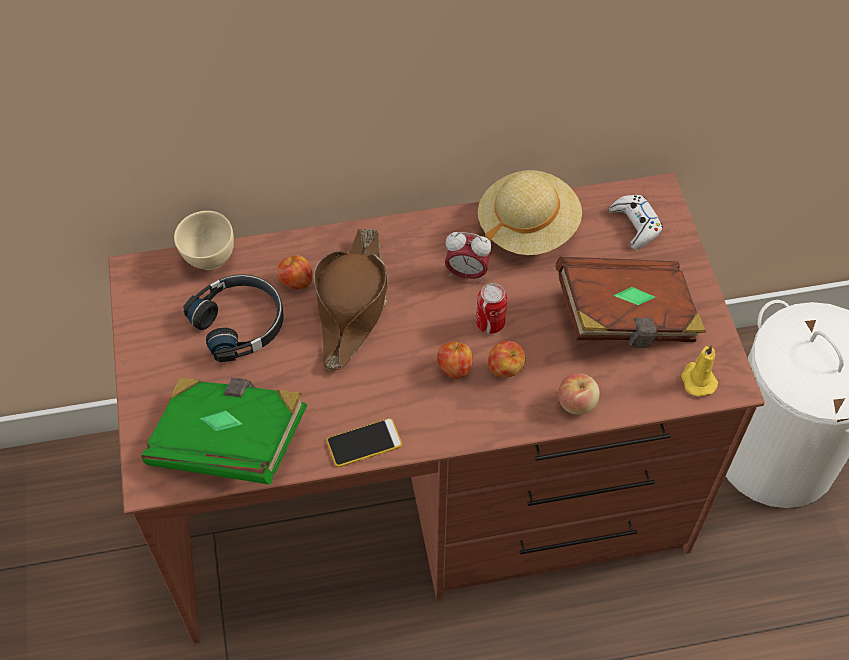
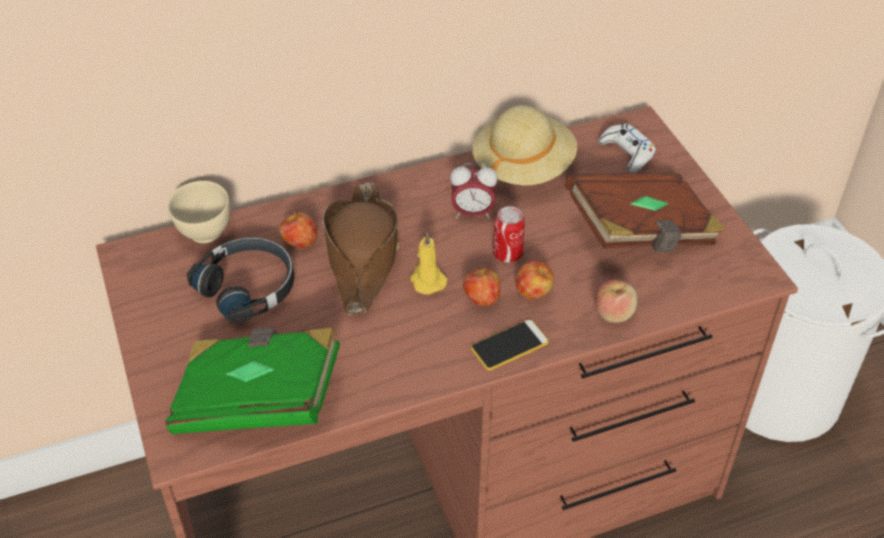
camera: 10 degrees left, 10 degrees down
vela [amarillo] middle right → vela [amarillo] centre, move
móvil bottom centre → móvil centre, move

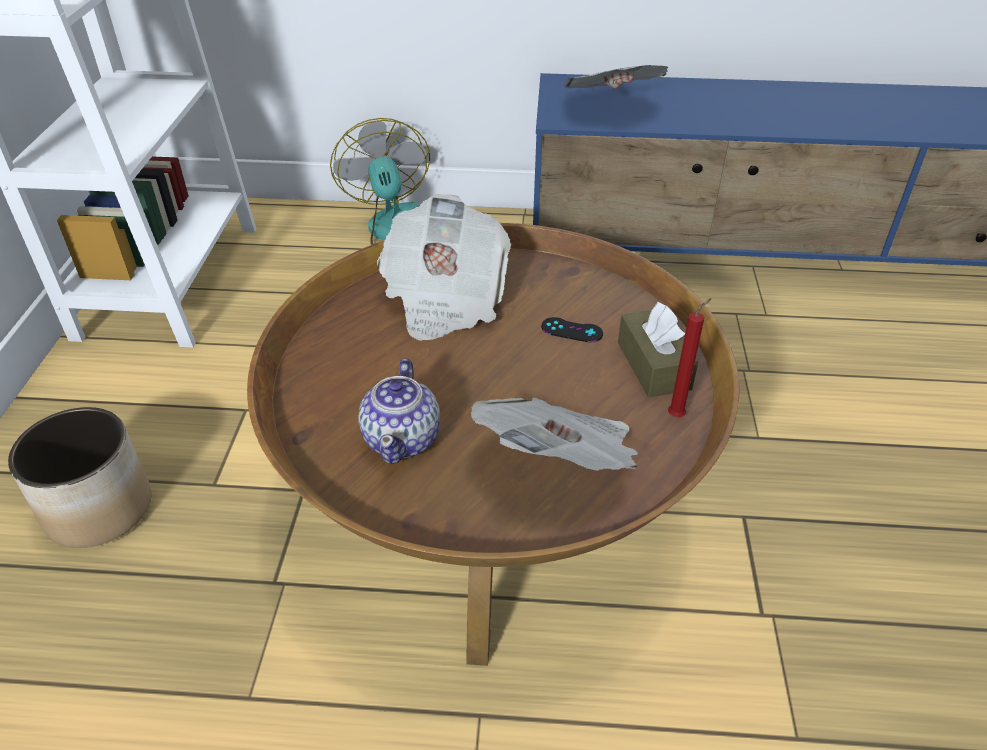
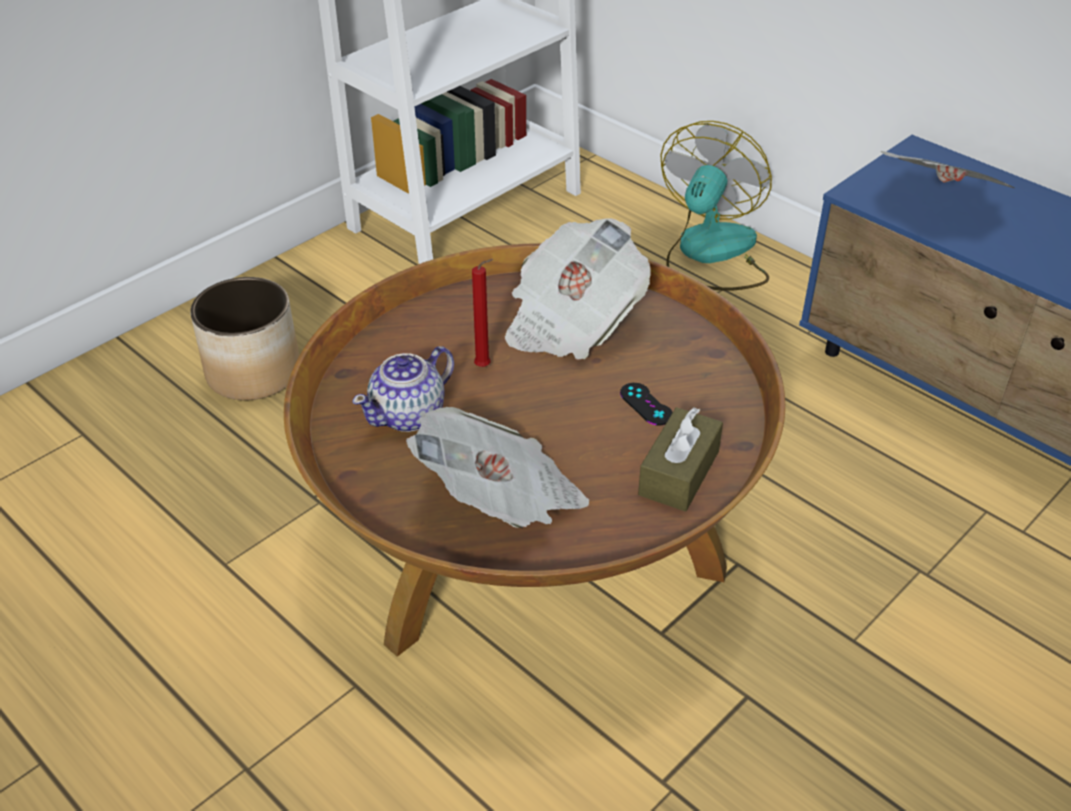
camera: 40 degrees right, 0 degrees up
vela [rojo] middle right → vela [rojo] centre, move

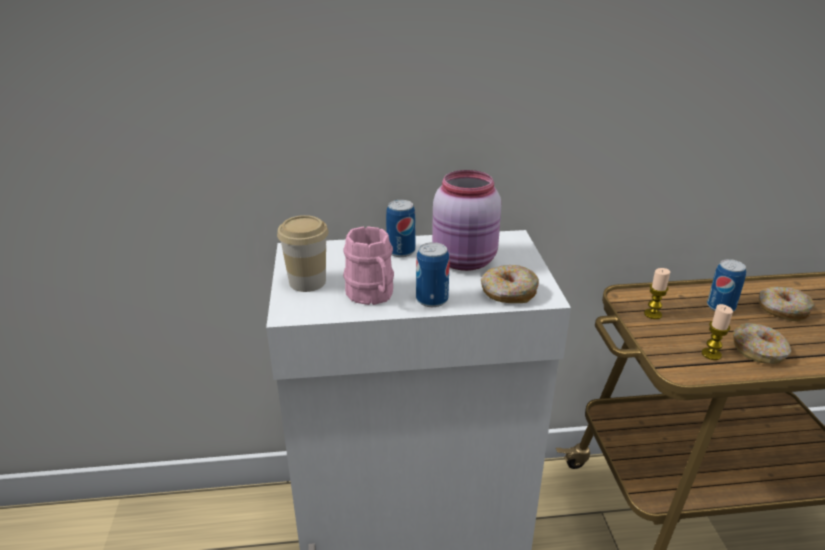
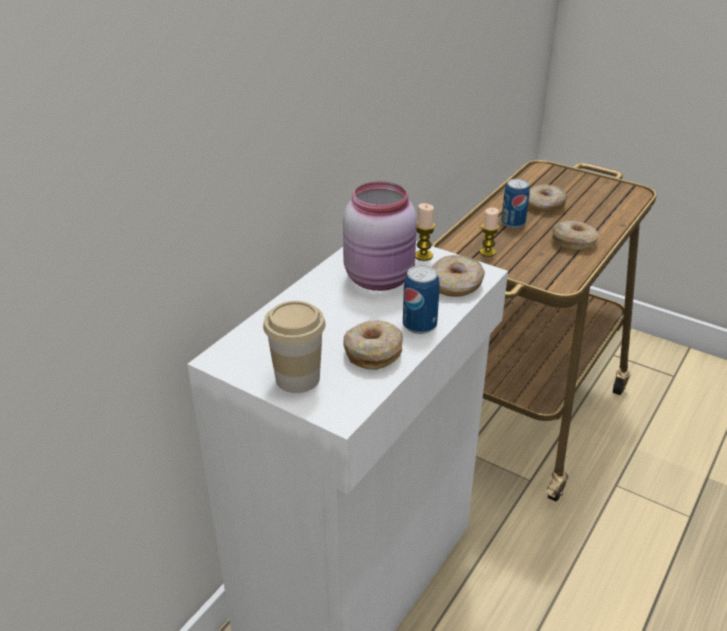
camera: 50 degrees left, 5 degrees up
taza grande [rosa] centre → rosquilla (1st from left) centre
vela (2nd from left in the first image) middle right → vela (1st from left) centre, move
lata (1st from left) centre → -

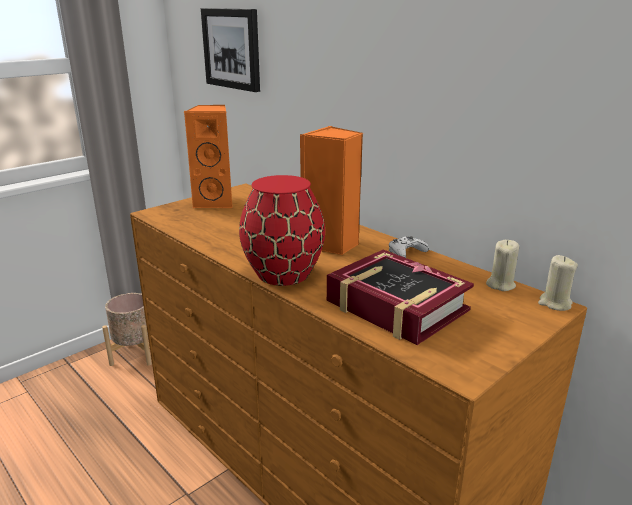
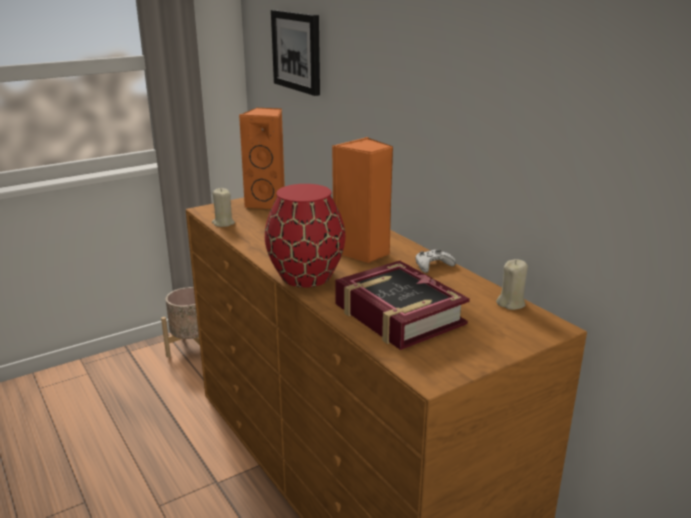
camera: 10 degrees right, 0 degrees up
vela [beis] (2nd from left in the first image) middle right → vela [beis] (1st from left) middle left, move

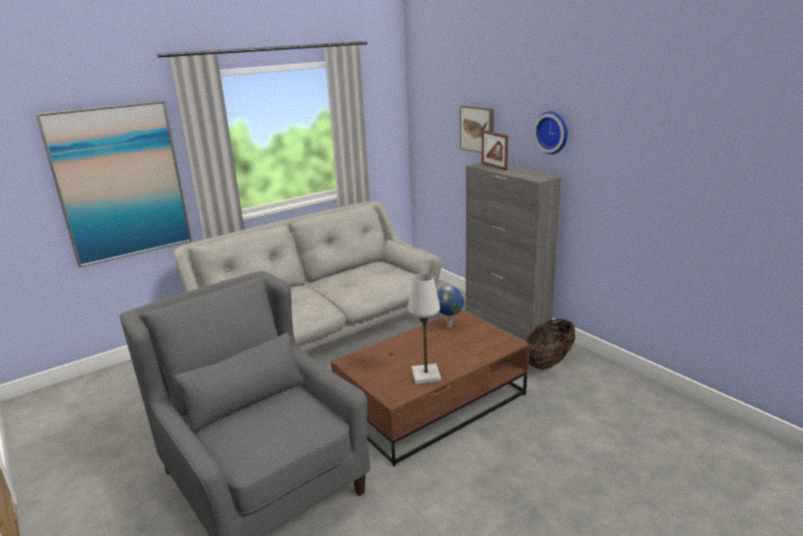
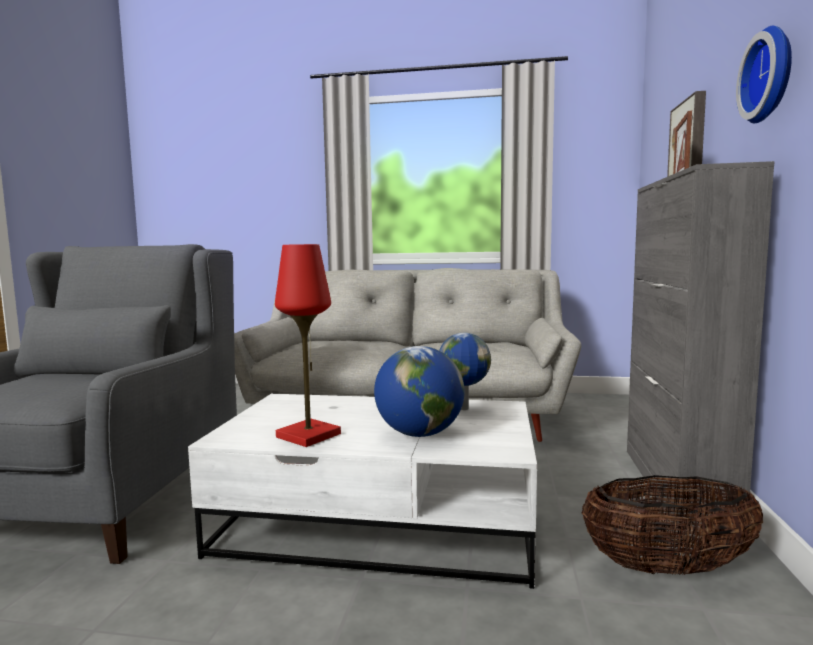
camera: 45 degrees right, 15 degrees down
mesa de centro [marrón] bottom centre → mesa de centro [blanco] bottom centre
lámpara de mesa [blanco] centre → lámpara de mesa [rojo] centre
- → globo terráqueo (1st from left) centre
cuadro (1st from left) middle left → -

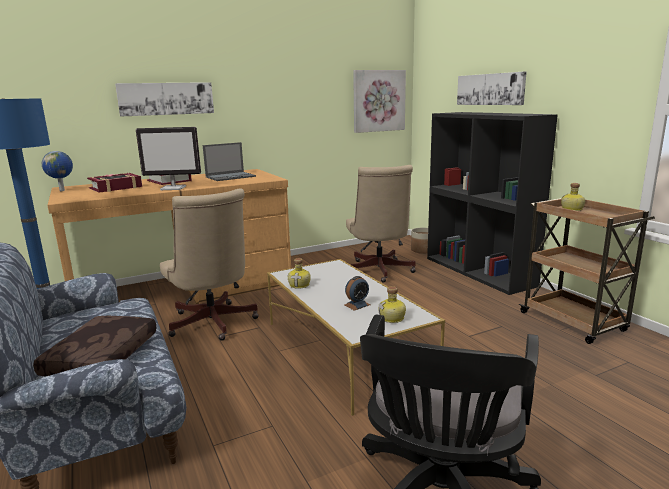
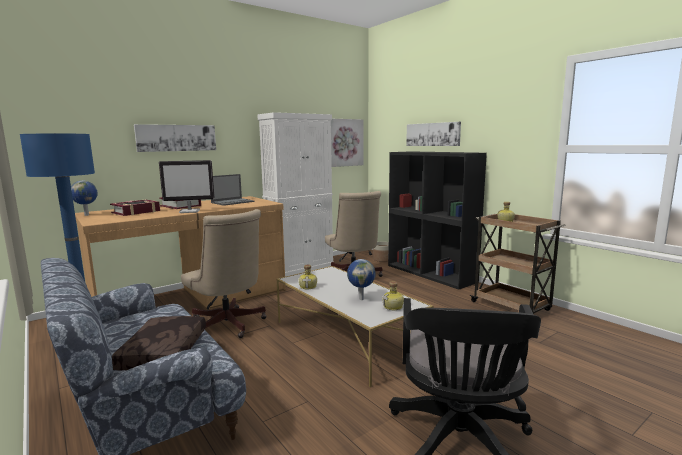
camera: 10 degrees left, 5 degrees down
- → armario [blanco] centre
despertador centre → globo terráqueo (2nd from left) centre

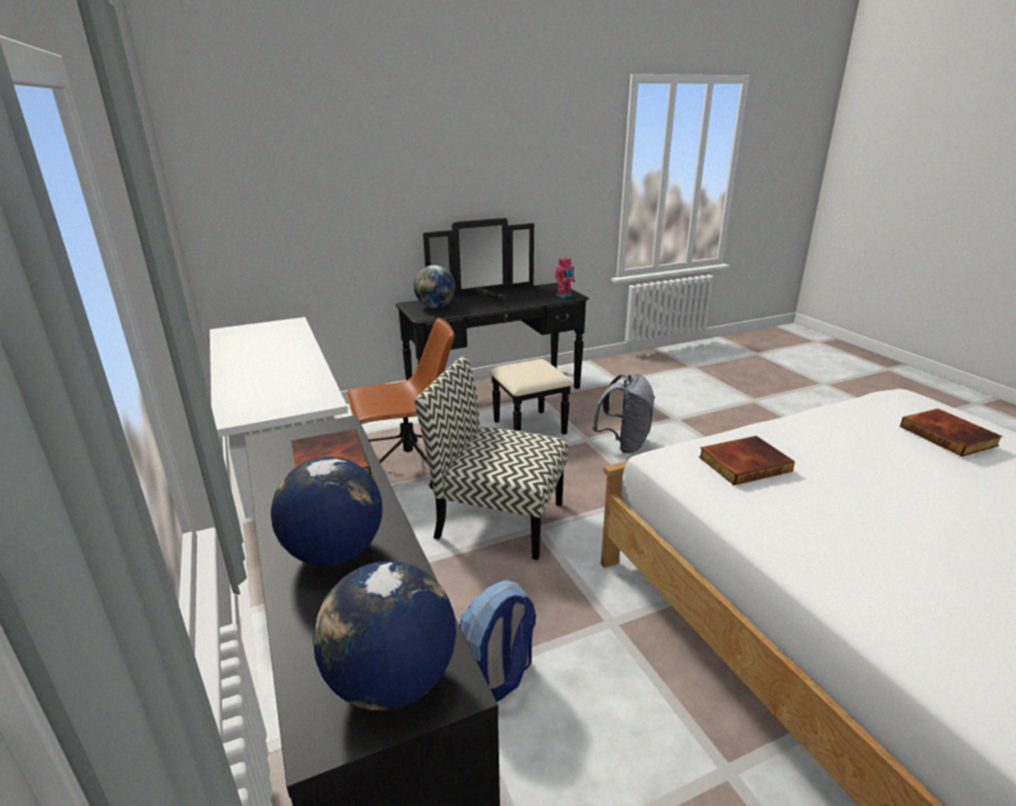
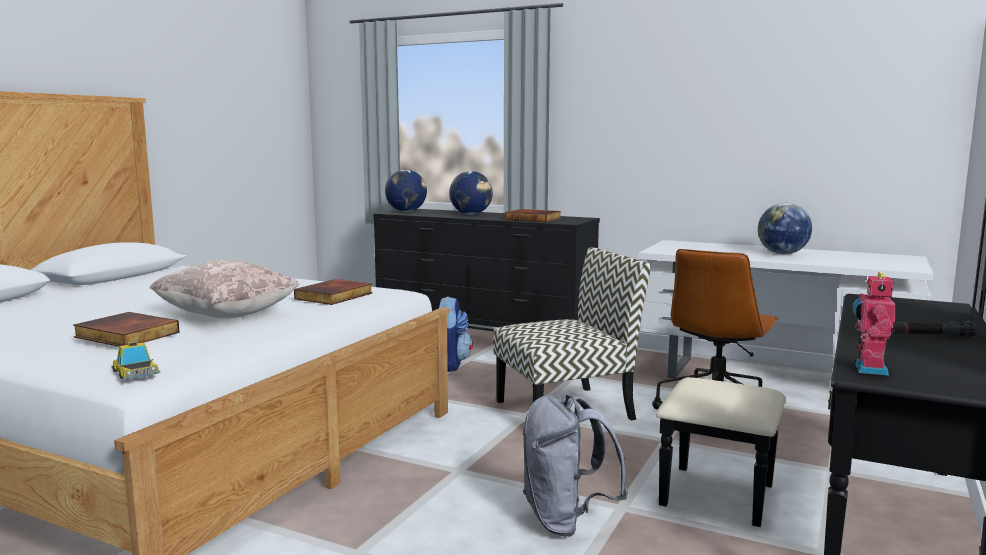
camera: 140 degrees right, 15 degrees down
- → coche de juguete middle left
- → cojín [beis] middle left
globo terráqueo (3rd from left) centre → globo terráqueo (3rd from left) middle right, move

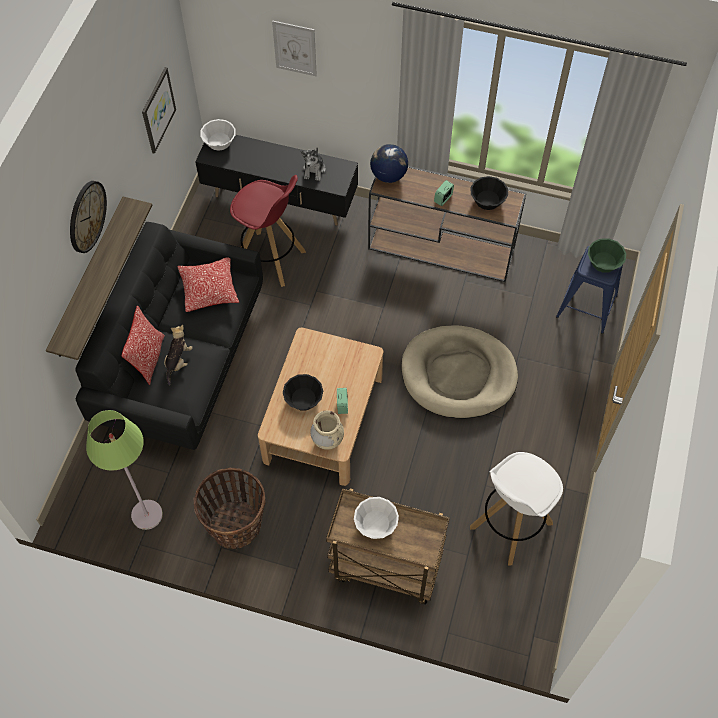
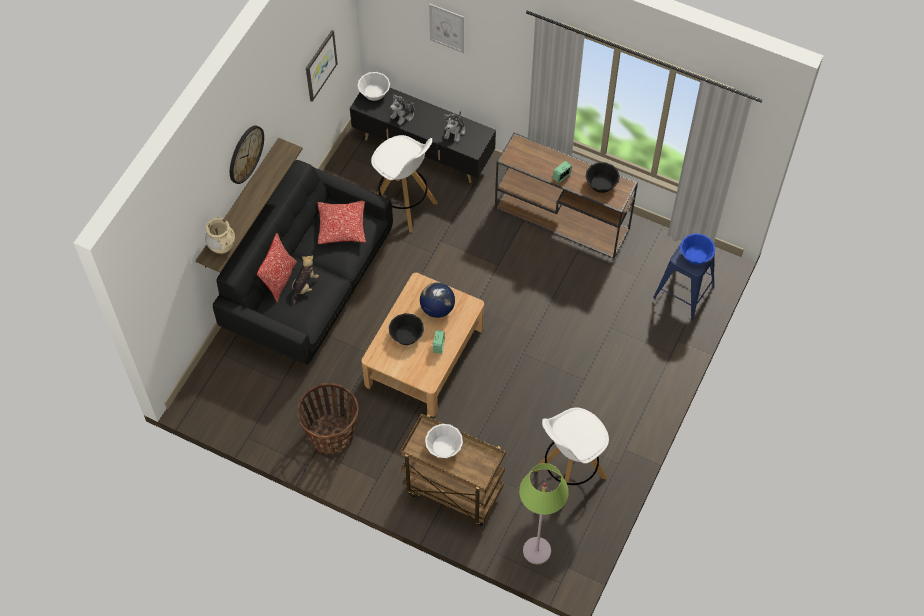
camera: 10 degrees right, 0 degrees up
florero [beis] centre → florero [beis] middle left, move
taburete [rojo] top centre → taburete [blanco] (1st from left) top centre
- → peluche (2nd from left) top centre
globo terráqueo top centre → globo terráqueo centre, move
lámpara de pie [verde] middle left → lámpara de pie [verde] bottom centre, move
cuenco [verde] middle right → cuenco [azul] middle right
cama para perro [beis] centre → -

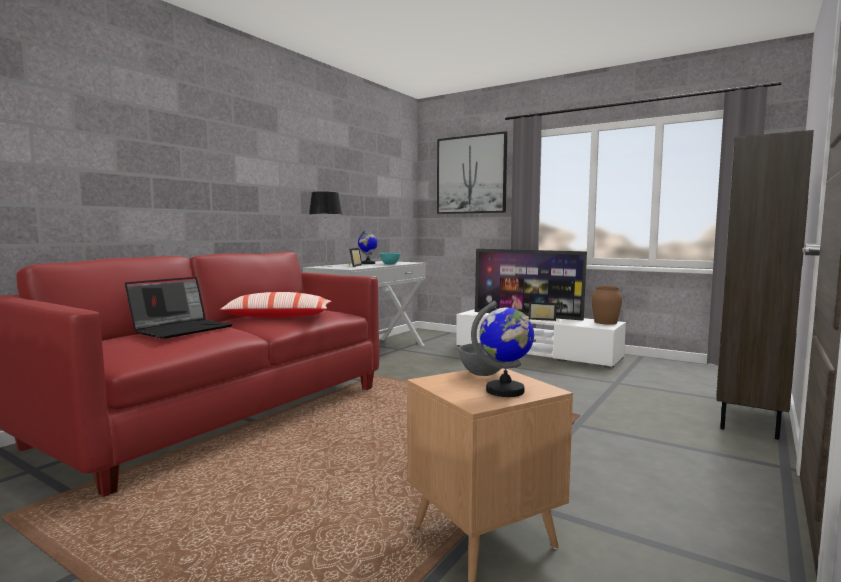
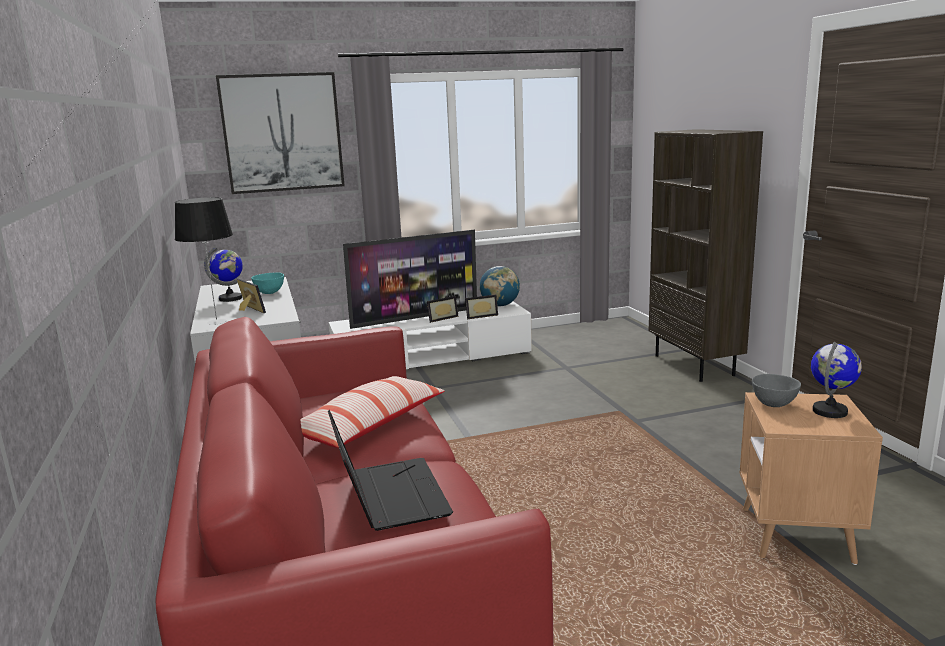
camera: 50 degrees left, 10 degrees up
- → portarretratos (3rd from left) centre
florero [marrón] middle right → globo terráqueo (2nd from left) centre

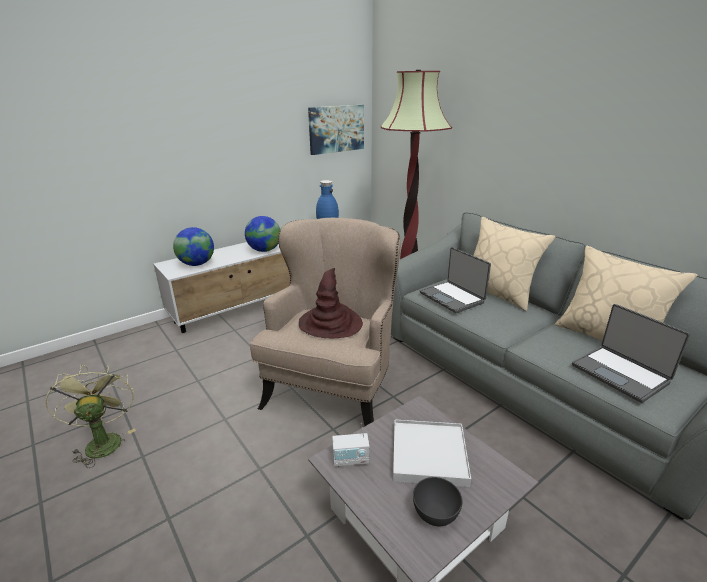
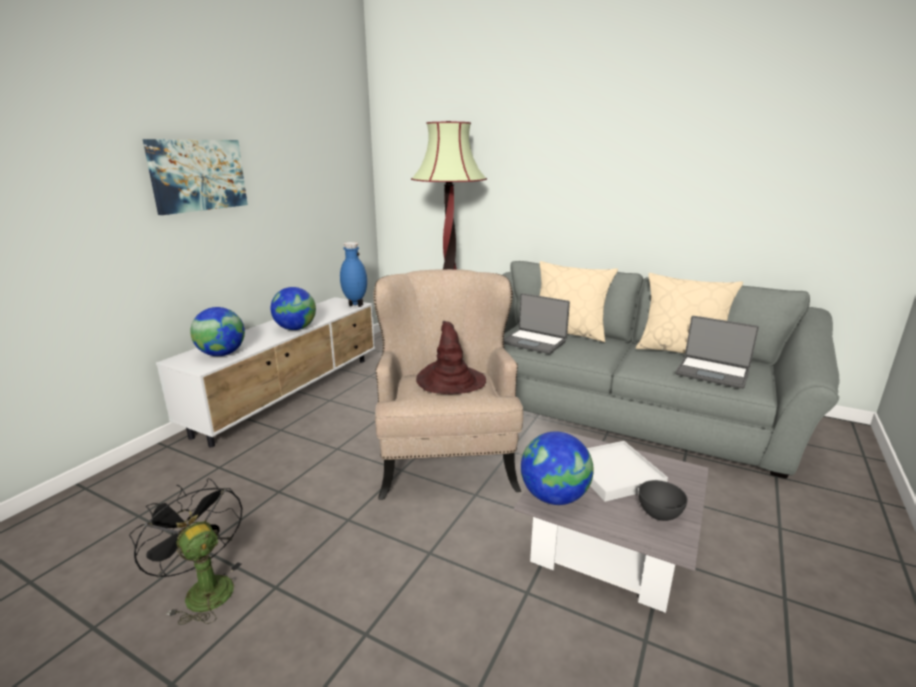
camera: 25 degrees left, 5 degrees down
ventilador [verde] bottom left → ventilador [negro] bottom left
cuadro top centre → cuadro top left, move
radio bottom centre → globo terráqueo (3rd from left) bottom centre

